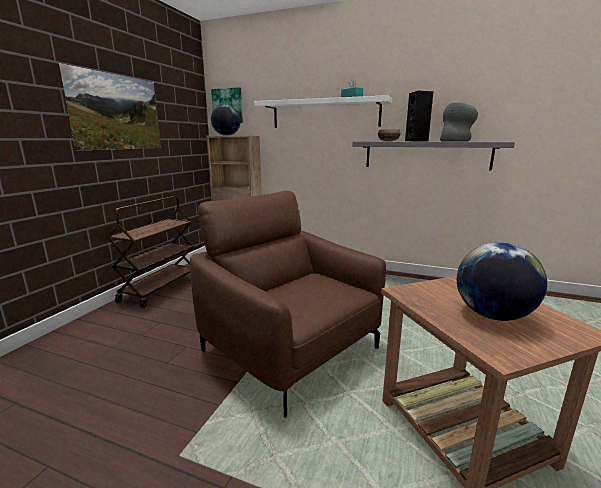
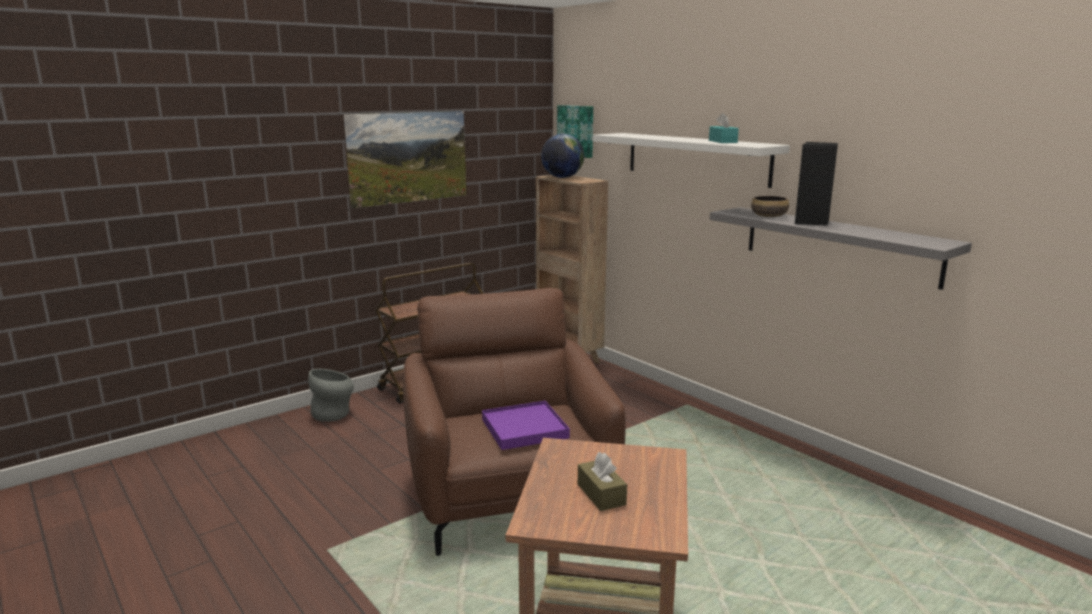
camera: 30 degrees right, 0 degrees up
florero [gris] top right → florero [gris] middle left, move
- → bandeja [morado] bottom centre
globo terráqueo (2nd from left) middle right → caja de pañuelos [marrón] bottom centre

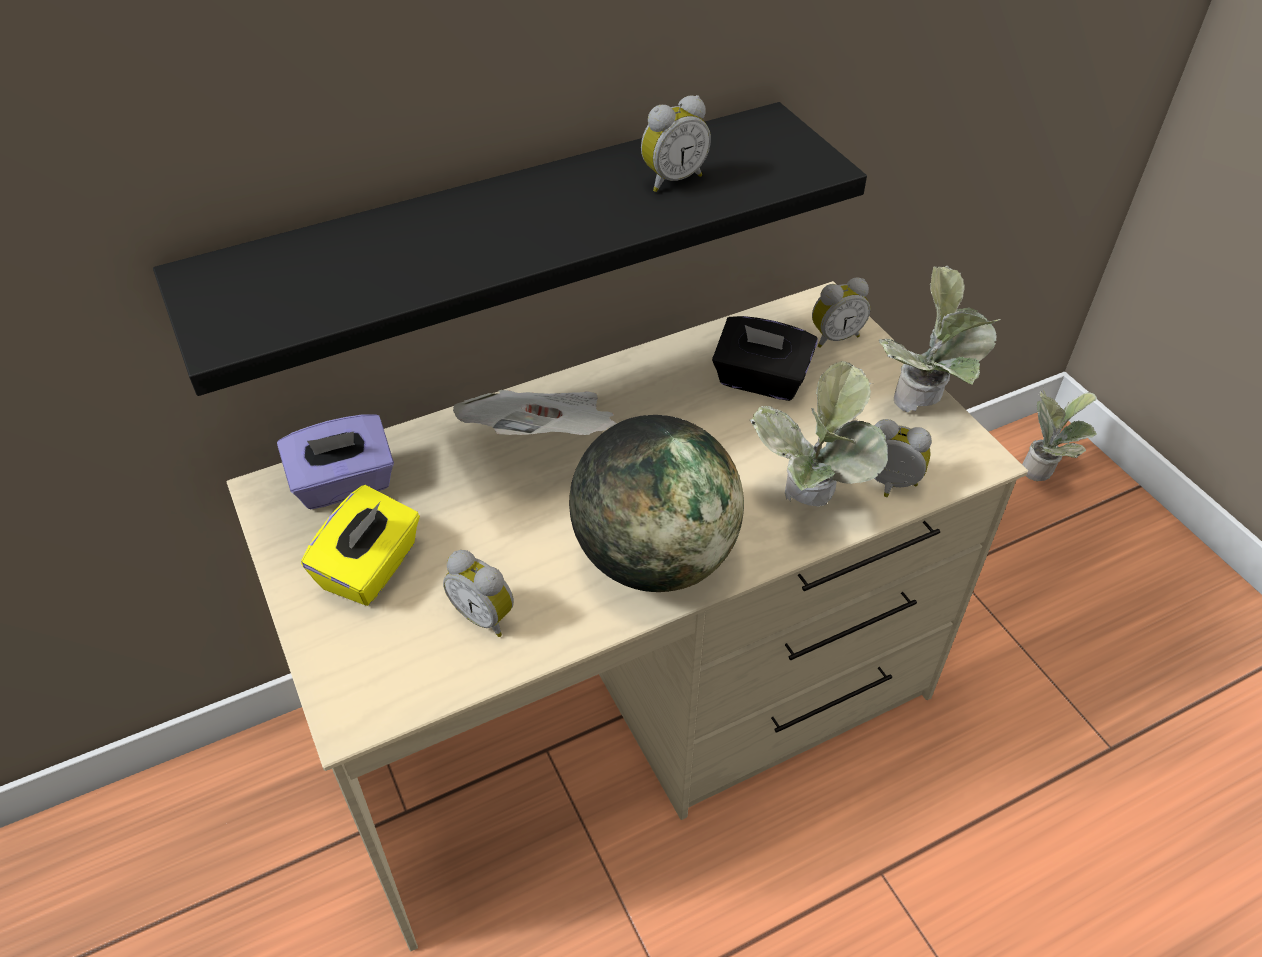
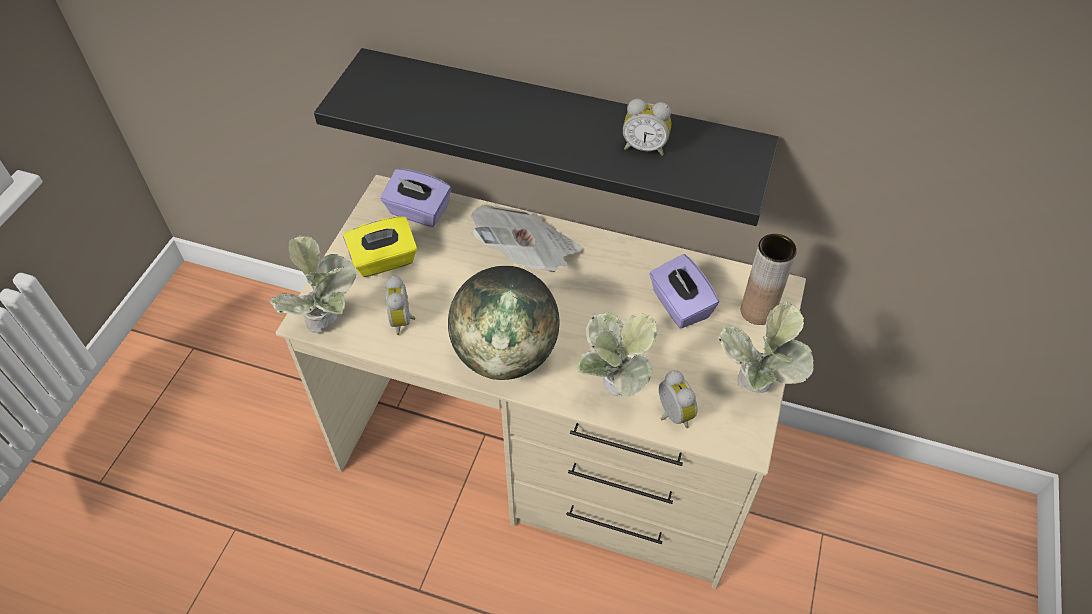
camera: 45 degrees right, 5 degrees up
planta en maceta (3rd from left in the first image) middle right → planta en maceta (1st from left) middle left, move
caja de pañuelos [negro] centre → caja de pañuelos [morado] (2nd from left) centre
despertador (3rd from left) top centre → florero [marrón] middle right

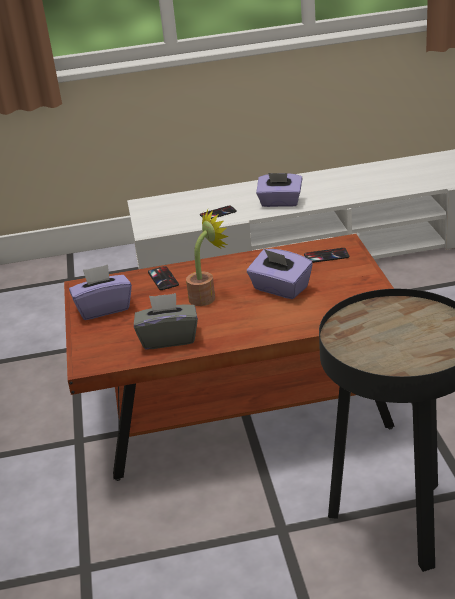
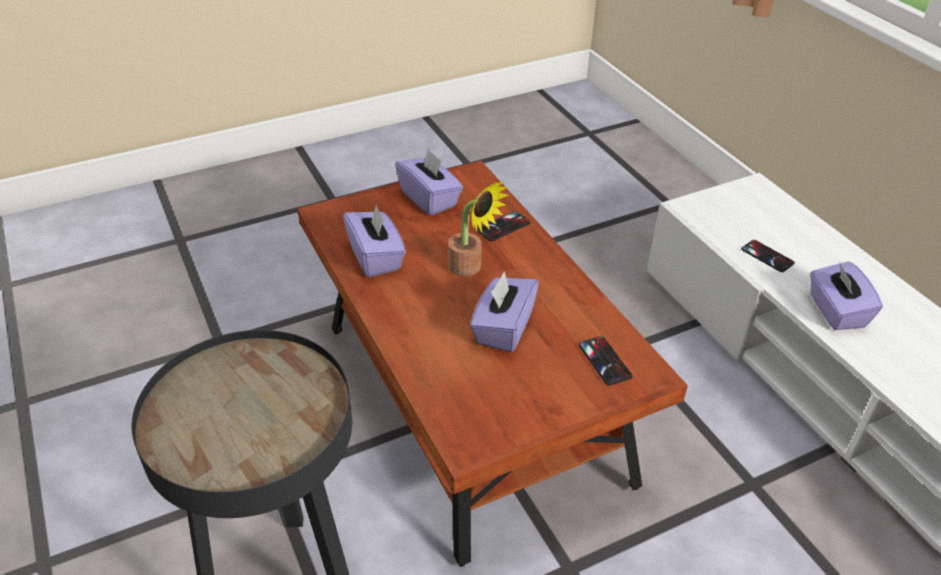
camera: 70 degrees right, 10 degrees up
caja de pañuelos [gris] centre → caja de pañuelos [morado] (1st from left) centre

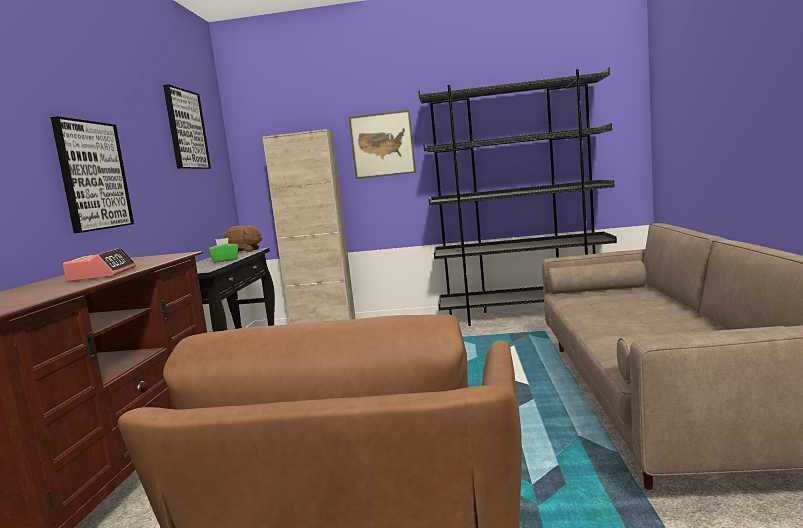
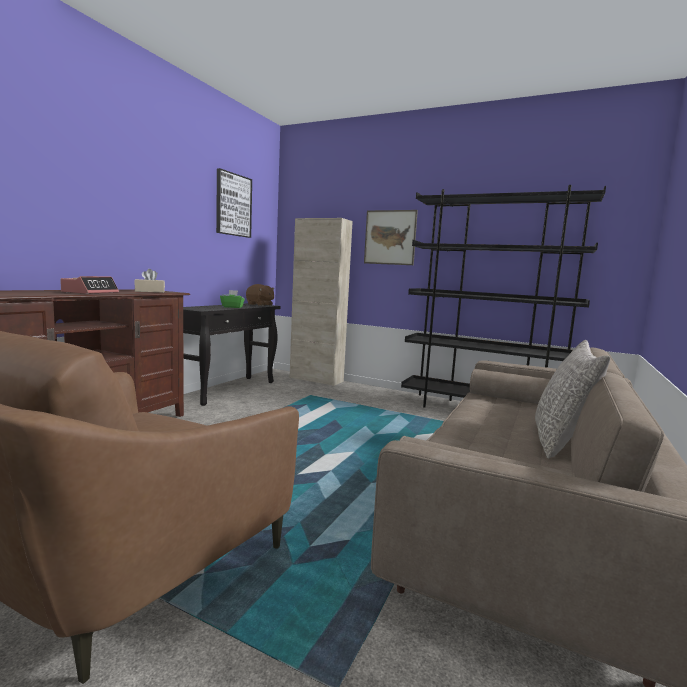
camera: 20 degrees right, 0 degrees up
- → caja de pañuelos [beis] middle left
- → cojín [gris] middle right
cuadro (1st from left) top left → -

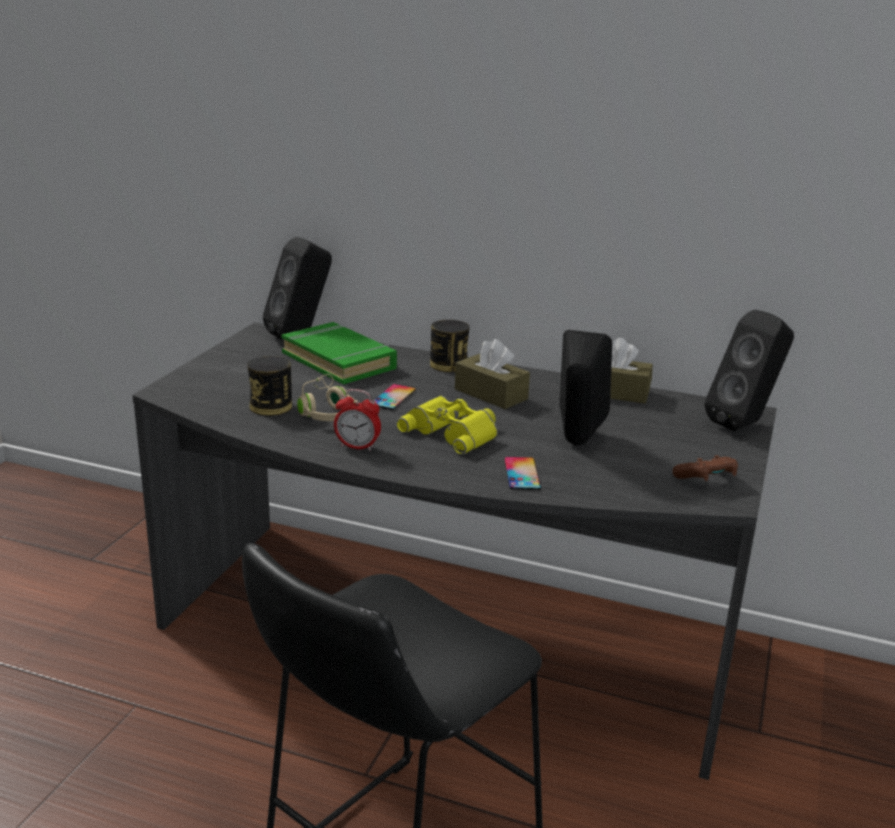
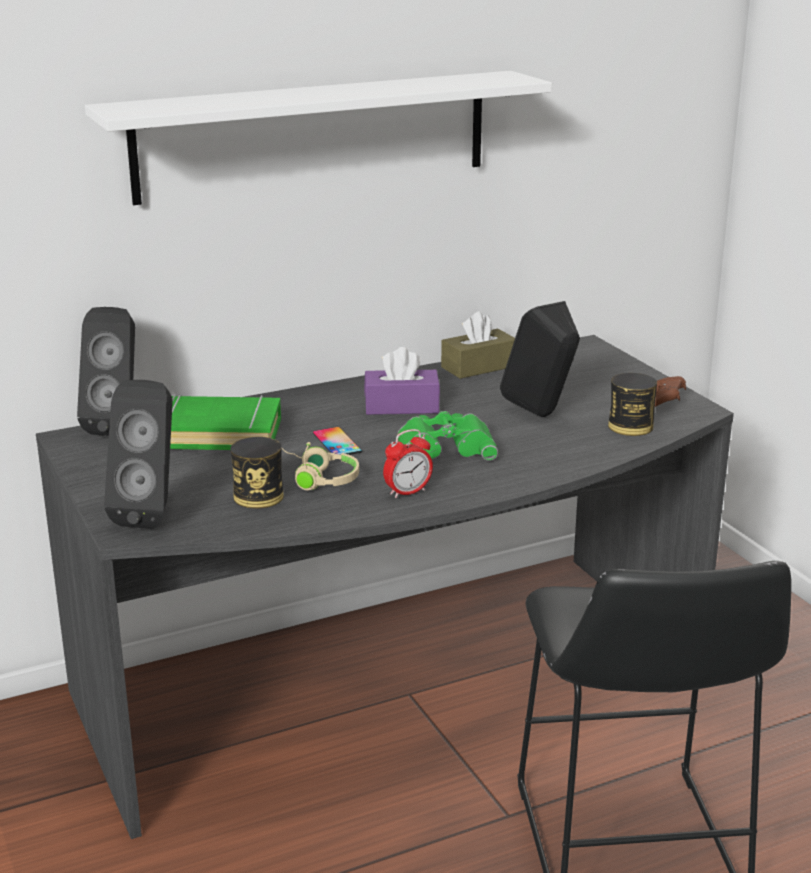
camera: 45 degrees left, 0 degrees up
- → estante [blanco] top centre
altavoz [negro] (3rd from left in the first image) middle right → altavoz [negro] (2nd from left) middle left, move
caja de pañuelos [marrón] (1st from left) centre → caja de pañuelos [morado] centre
prismáticos [amarillo] centre → prismáticos [verde] centre
lata (2nd from left) centre → lata (2nd from left) middle right, move
móvil (2nd from left) centre → -

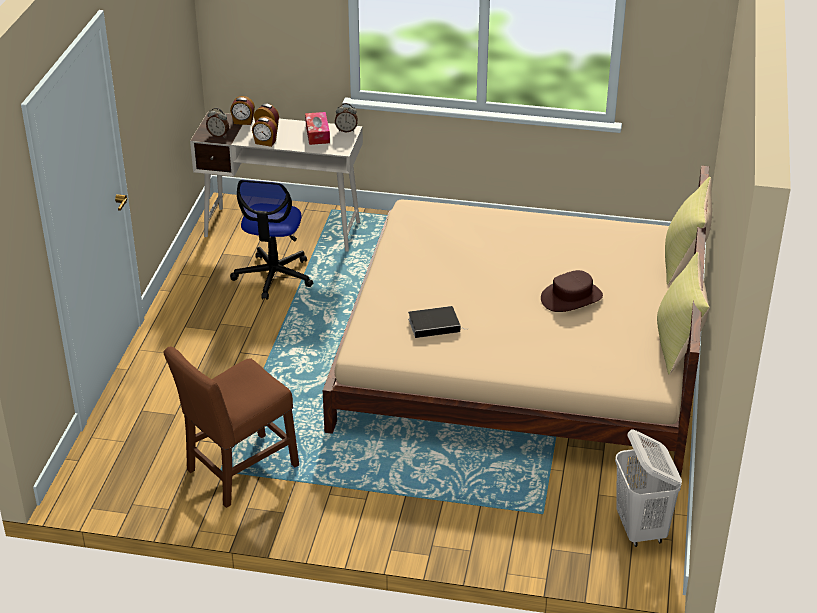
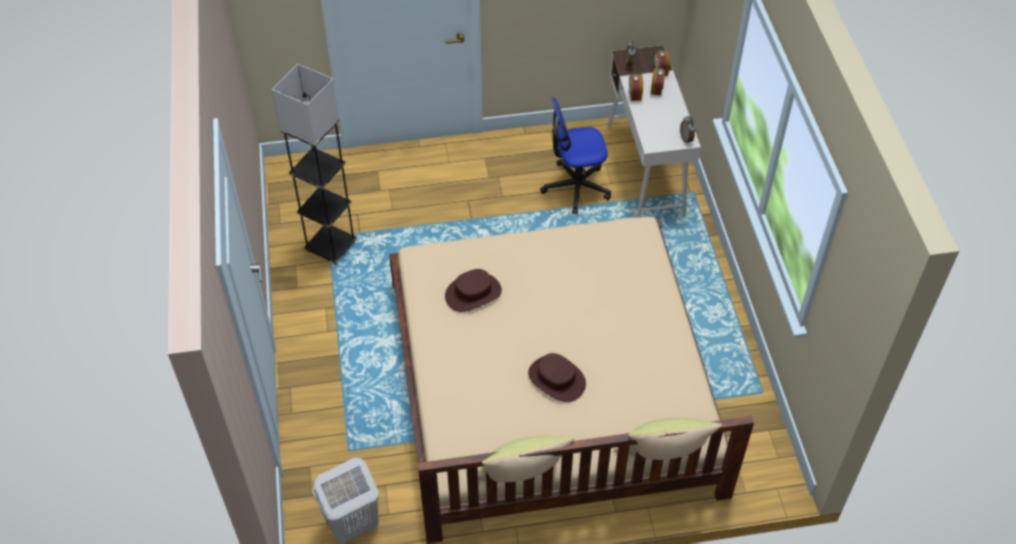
camera: 70 degrees right, 15 degrees up
silla [marrón] bottom left → lámpara de pie [gris] top left
libro centre → sombrero [marrón] (1st from left) centre
caja de pañuelos top centre → -

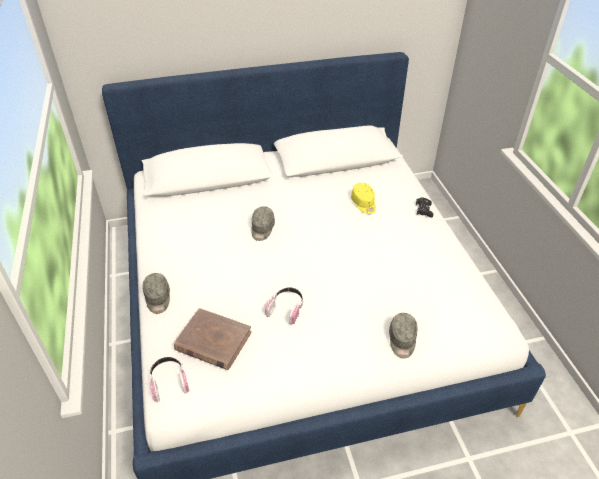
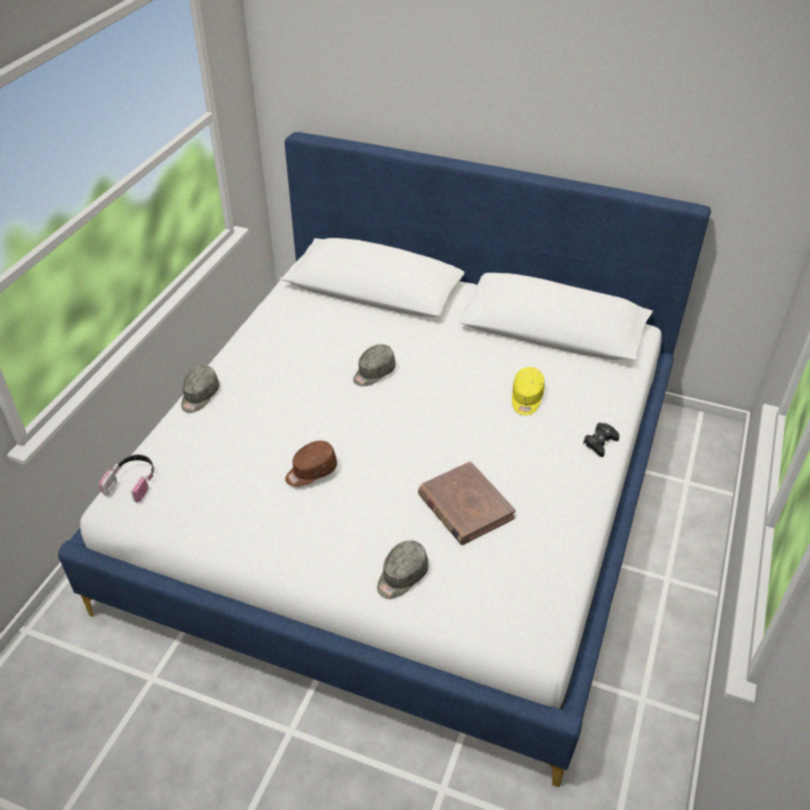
camera: 35 degrees right, 0 degrees up
auriculares (2nd from left) centre → gorra [marrón] centre
libro [marrón] bottom centre → libro [marrón] centre, move

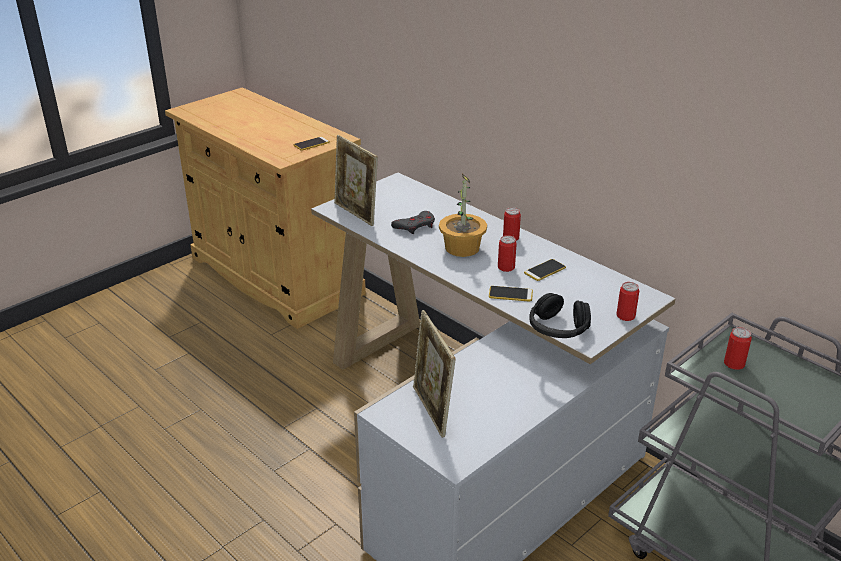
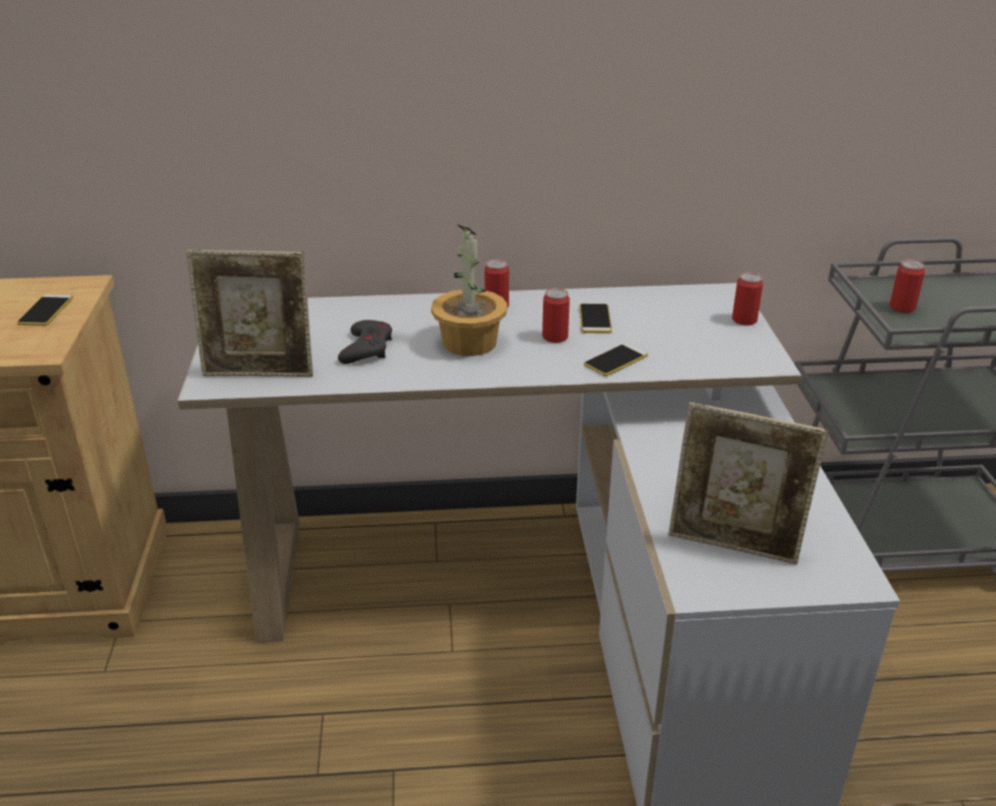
camera: 50 degrees left, 0 degrees up
auriculares [negro] centre → -

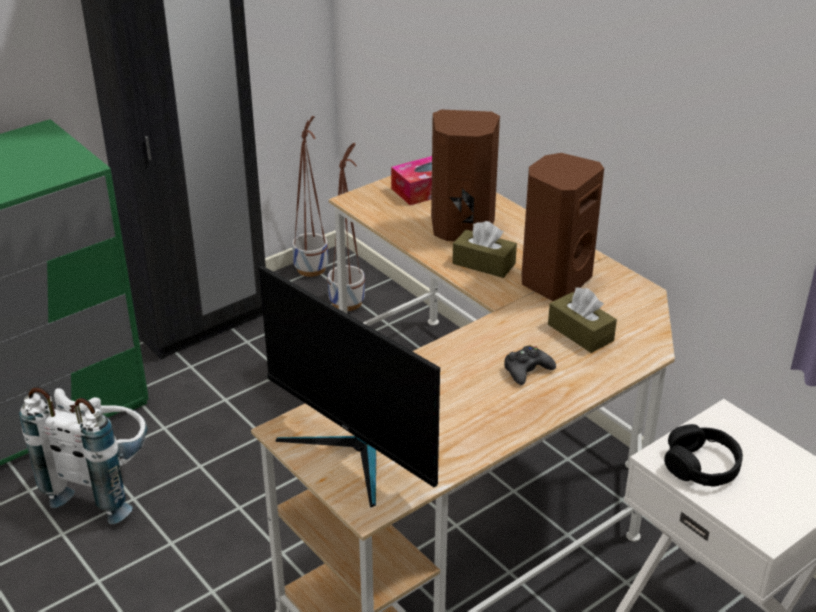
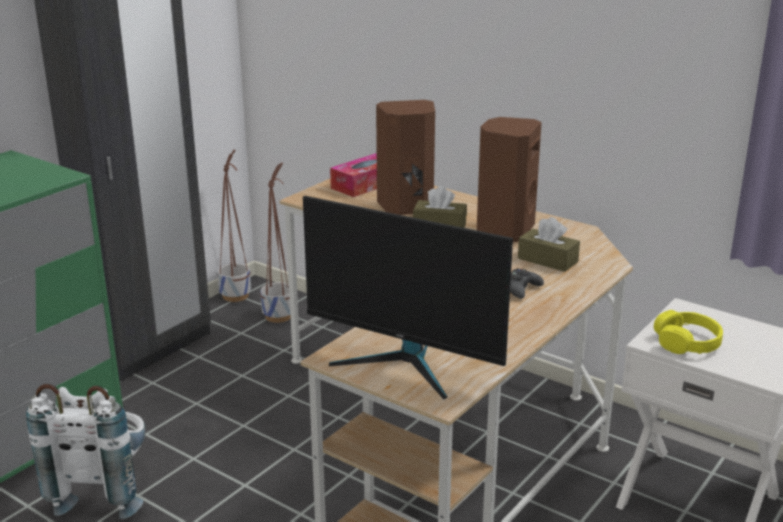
camera: 15 degrees left, 10 degrees down
auriculares [negro] bottom right → auriculares [amarillo] middle right

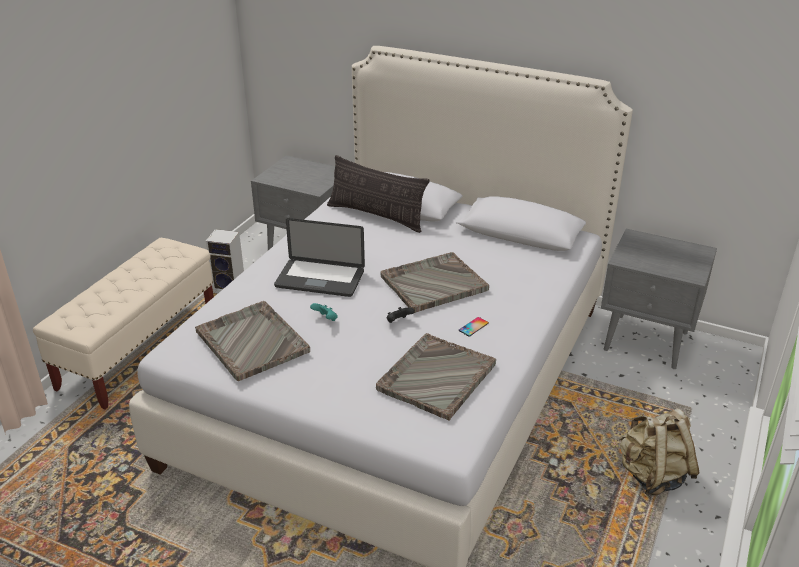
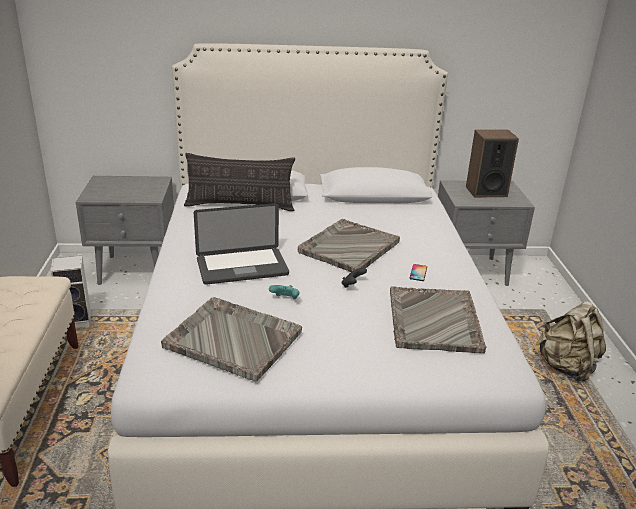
camera: 30 degrees left, 5 degrees down
- → altavoz (2nd from left) top right

